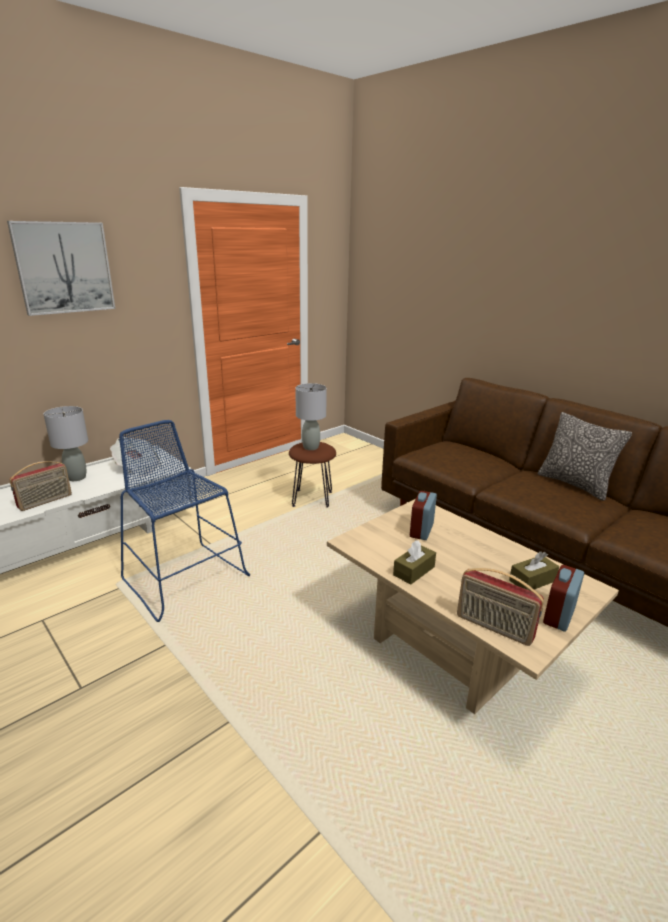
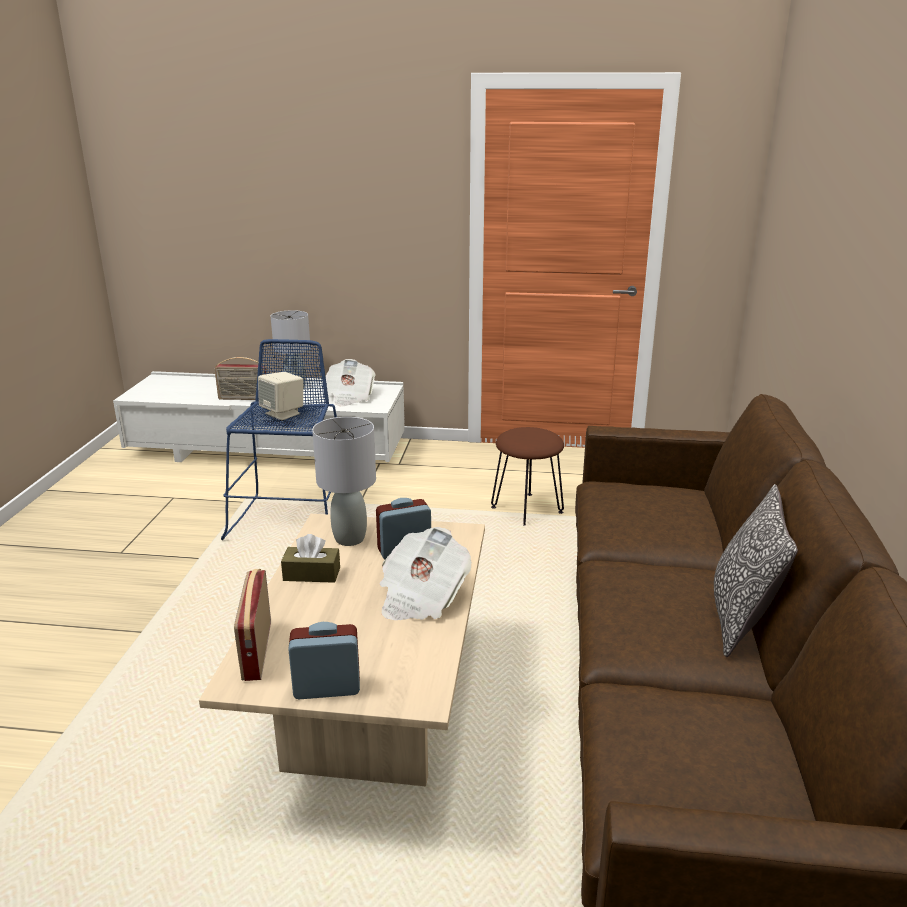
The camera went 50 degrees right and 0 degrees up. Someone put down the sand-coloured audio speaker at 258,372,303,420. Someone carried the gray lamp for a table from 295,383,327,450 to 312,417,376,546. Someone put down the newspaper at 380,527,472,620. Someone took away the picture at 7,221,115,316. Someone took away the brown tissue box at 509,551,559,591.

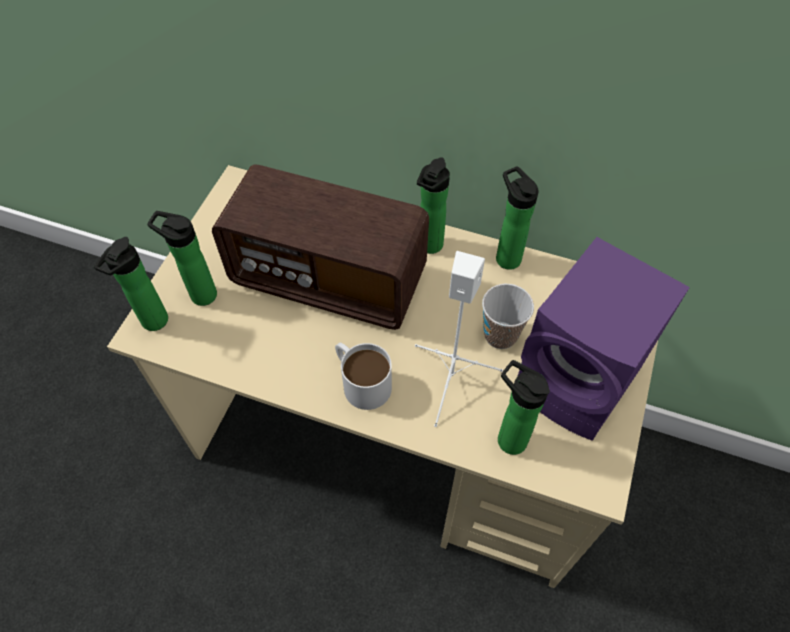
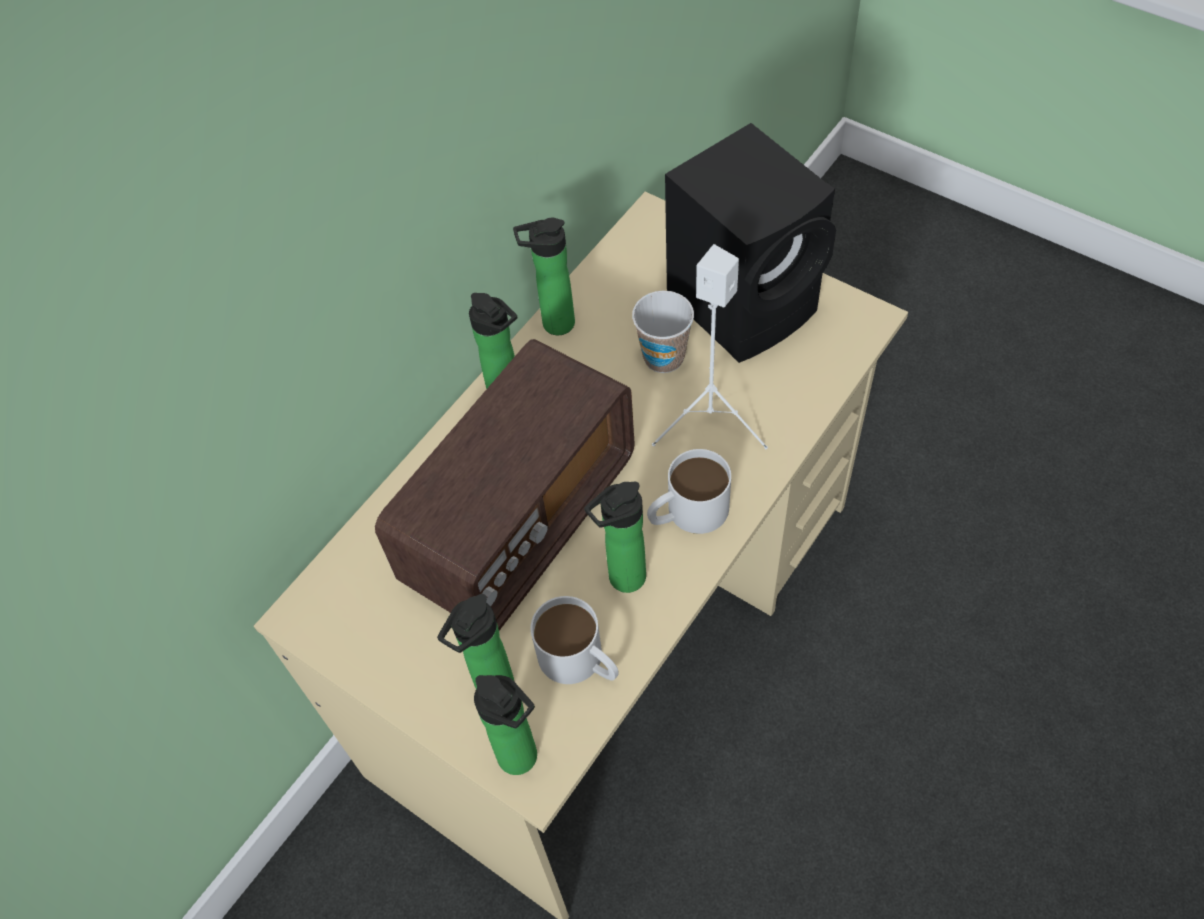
The camera went 70 degrees left and 0 degrees up. Someone put down the white-coloured coffee mug at 531,596,619,684. Someone carried the beverage bottle from 498,360,550,455 to 584,482,646,593. Someone repainted the purplish audio speaker at 517,237,690,441, which became the black audio speaker at 665,123,836,363.

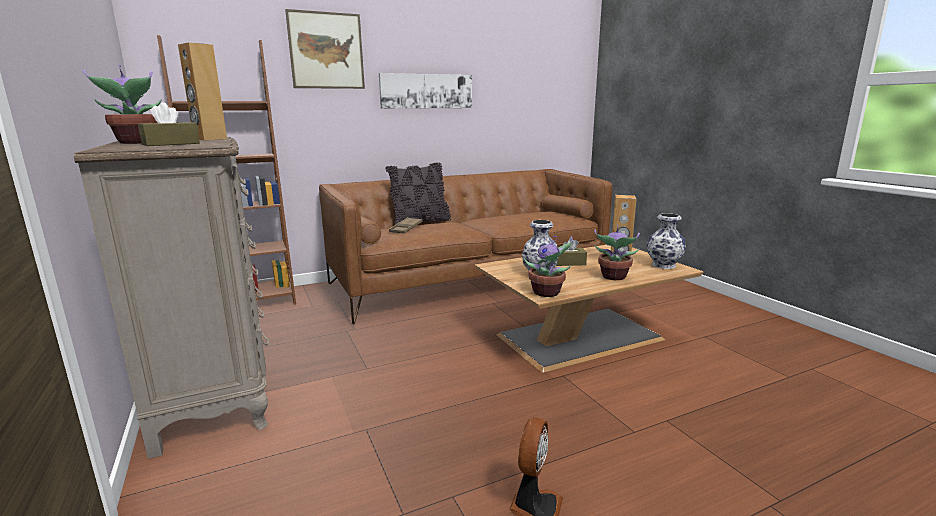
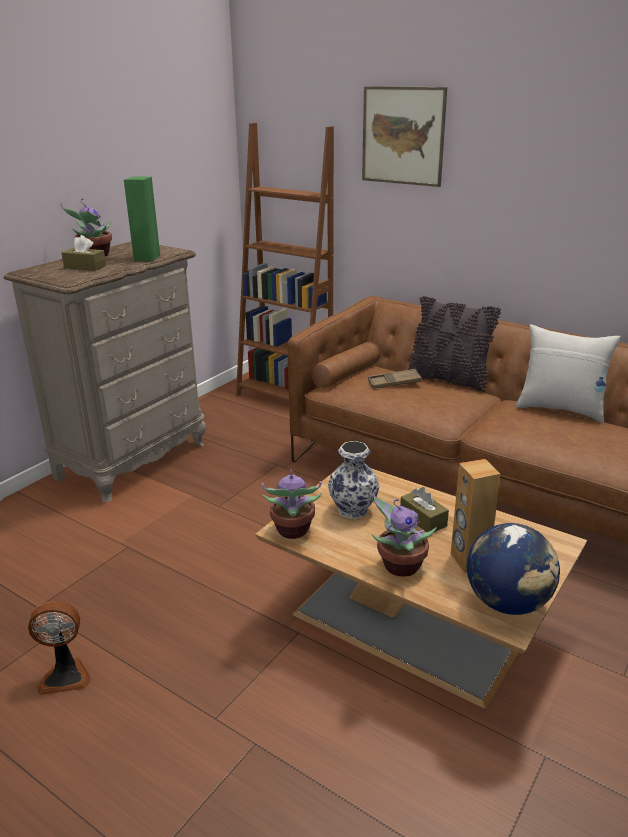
The camera went 60 degrees right and 10 degrees up. Someone repainted the brown audio speaker at 178,42,227,140, which became the greenish audio speaker at 124,176,160,261. Someone swapped the vase at 647,213,686,269 for the desk globe at 467,523,560,615. Someone put down the gray pillow at 515,324,621,423. Someone took away the picture at 379,73,472,109.

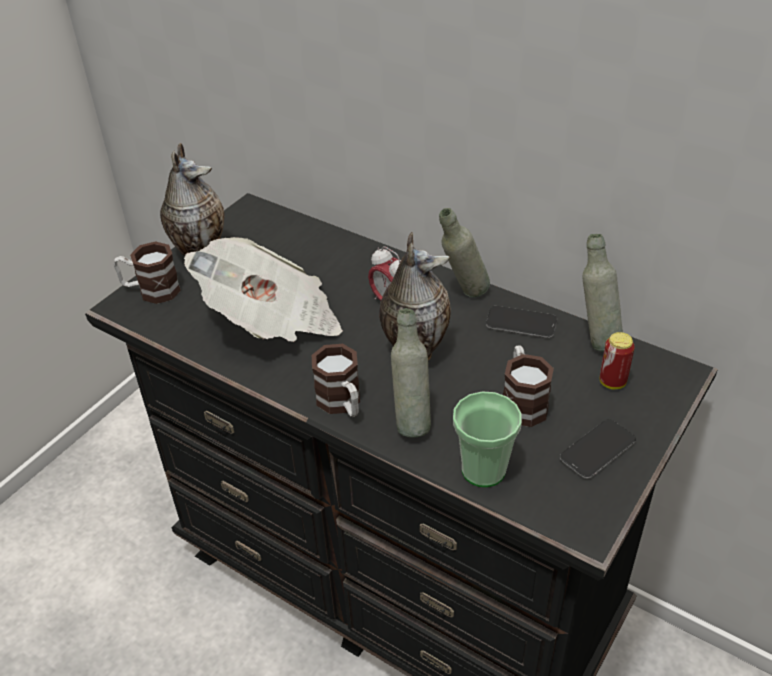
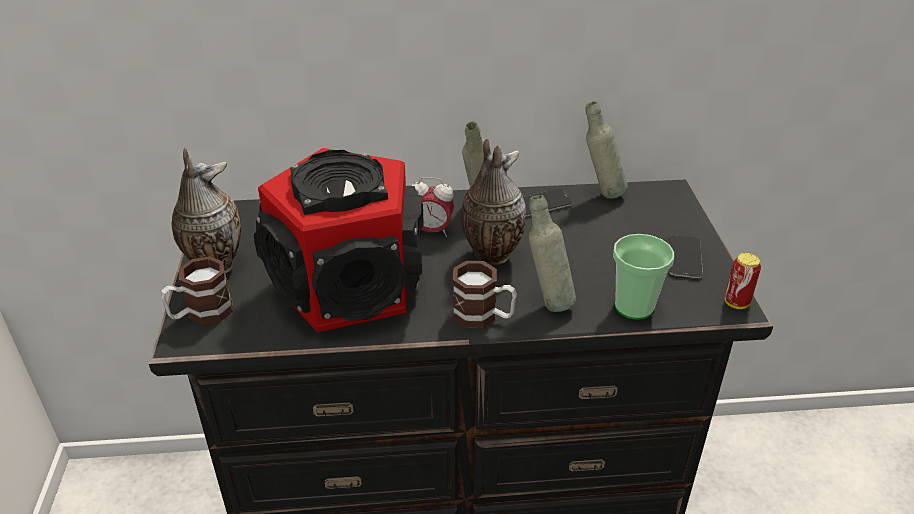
The camera went 40 degrees left and 5 degrees down. Someone swapped the newspaper at 184,237,343,342 for the audio speaker at 254,148,424,332. Someone carried the sealed can from 600,332,635,389 to 724,253,761,309. Someone took away the coffee mug at 503,345,554,427.

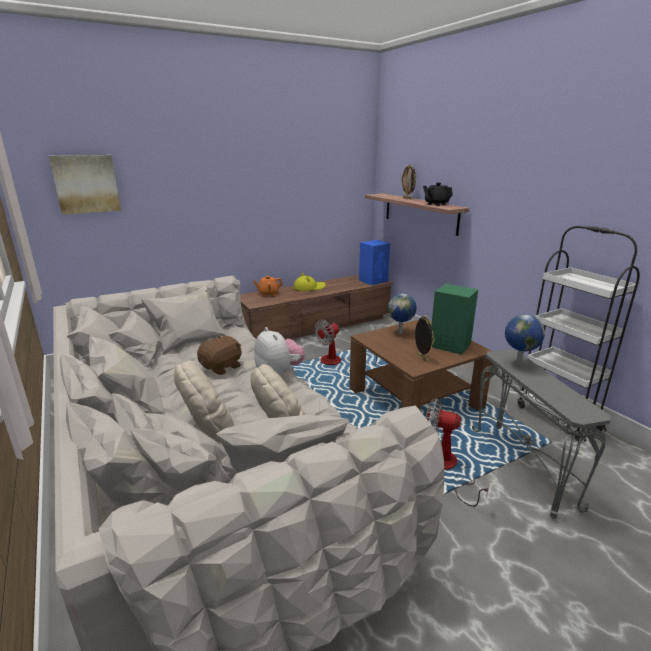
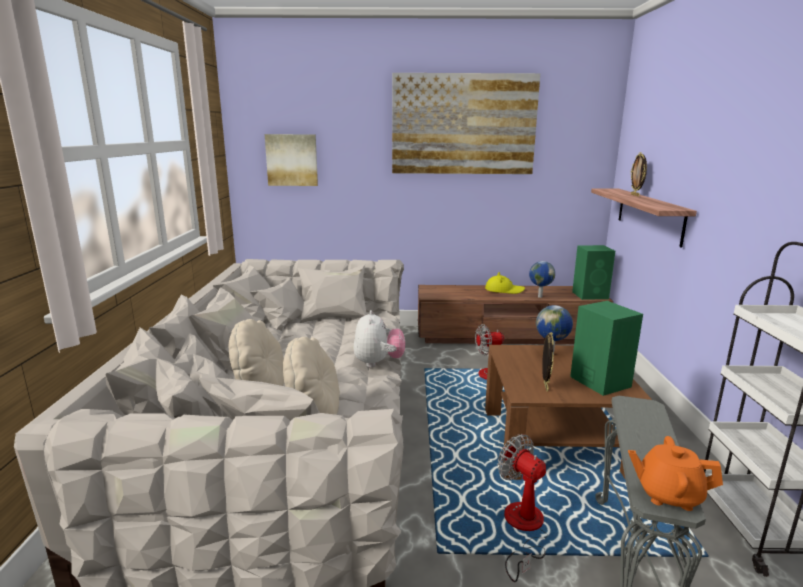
The camera went 30 degrees right and 5 degrees down. Someone put up the picture at 392,73,540,174. Someone carried the desk globe from 505,315,545,366 to 529,261,555,298. Someone repainted the blue audio speaker at 359,240,390,285, which became the greenish audio speaker at 572,245,615,300. Someone carried the orange teapot from 253,276,283,296 to 628,436,723,511. Someone took away the brown plush toy at 197,335,242,375. Someone took away the black teapot at 423,183,453,206.

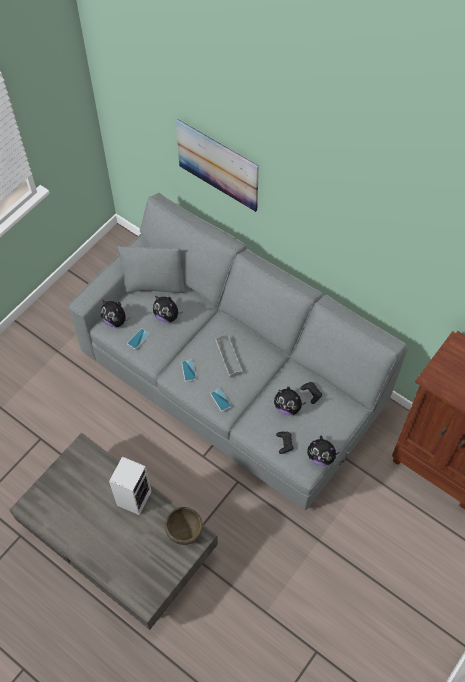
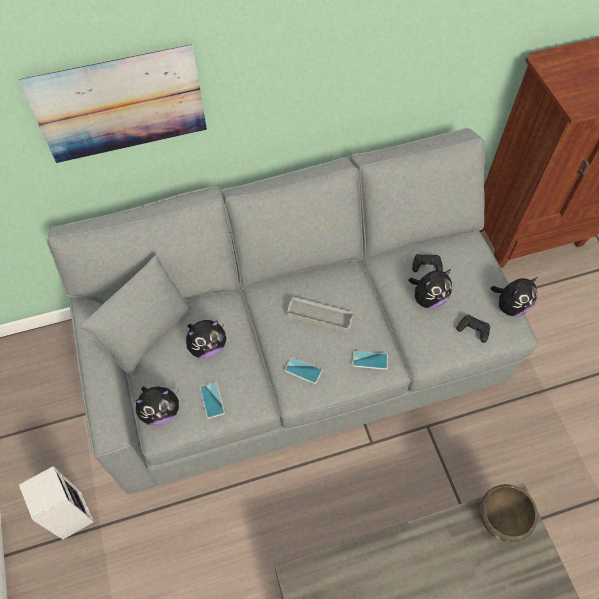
The camera went 55 degrees left and 0 degrees up. Someone carried the audio speaker from 109,457,152,515 to 19,466,94,539.

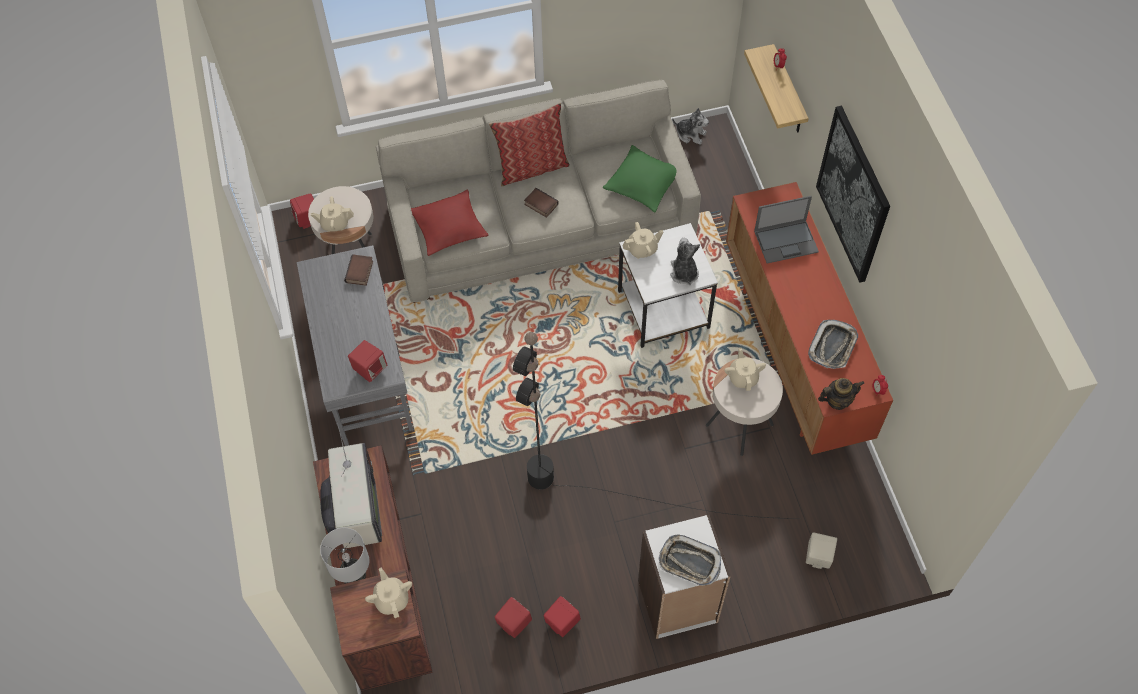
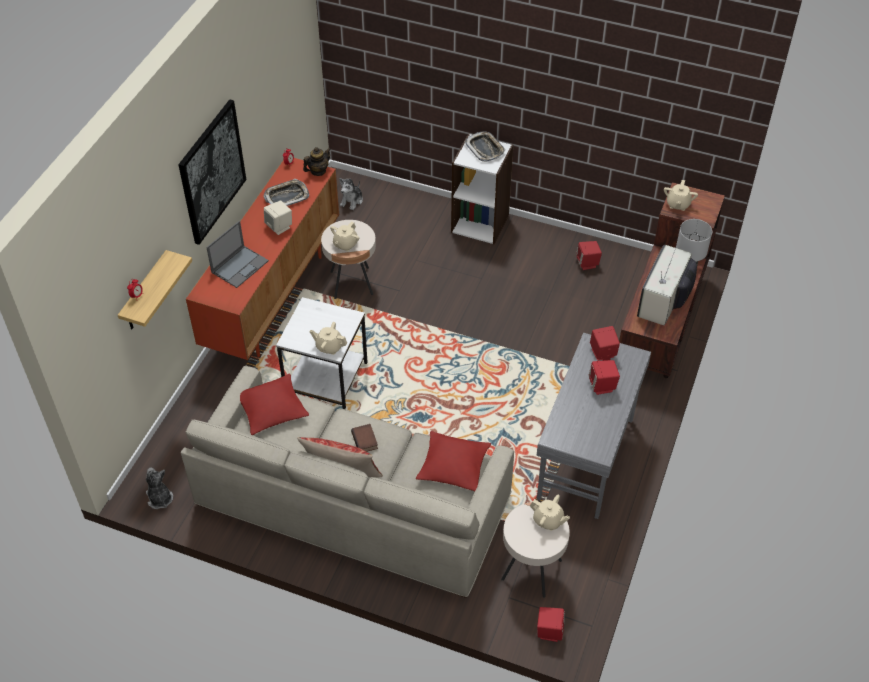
The camera went 145 degrees left and 10 degrees down. Someone rotated the portable computer at 754,196,819,263 by 105 degrees clockwise. Someone repainted the greenish pillow at 602,145,676,212, which became the reddish pillow at 240,373,309,435. Someone carried the sand-coloured audio speaker from 806,533,837,569 to 264,200,292,235. Someone rotated the teapot at 818,378,864,410 by 120 degrees clockwise. Someone carried the plush toy from 670,238,700,285 to 339,178,363,210. Someone carried the reddish audio speaker from 544,596,581,637 to 588,360,620,395. Someone took away the volume at 344,254,373,286. Someone took away the black standing lamp at 513,332,801,519.

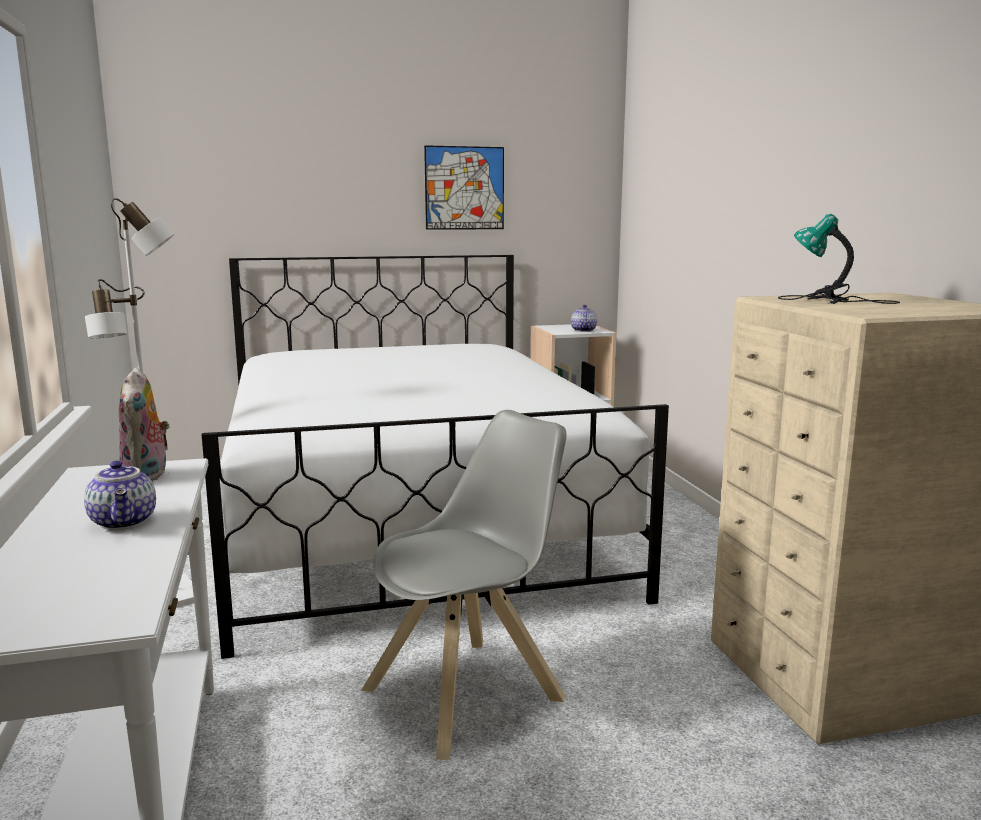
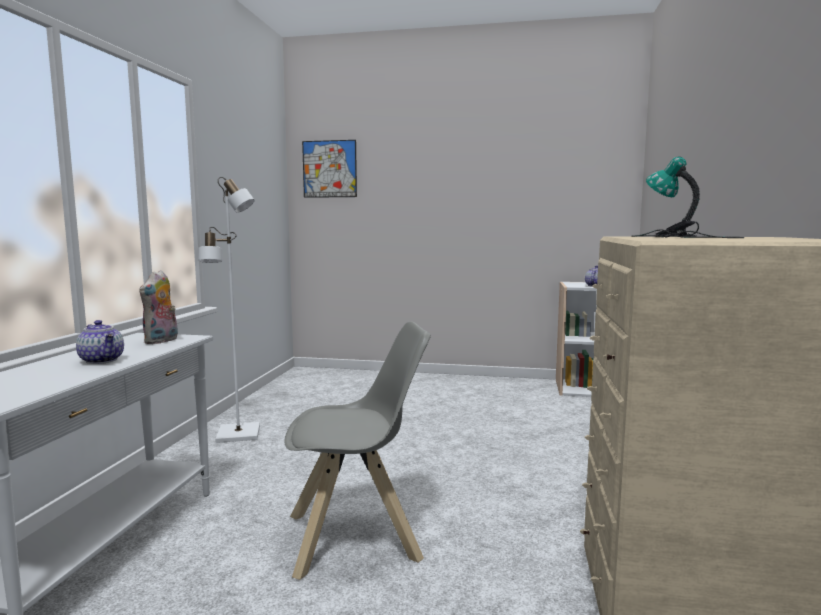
The camera went 25 degrees right and 5 degrees down. Someone rotated the teapot at 84,461,156,530 by 45 degrees counterclockwise. Someone carried the picture from 424,145,504,230 to 302,140,357,198. Someone took away the white-coloured sleeping bed at 202,255,669,659.

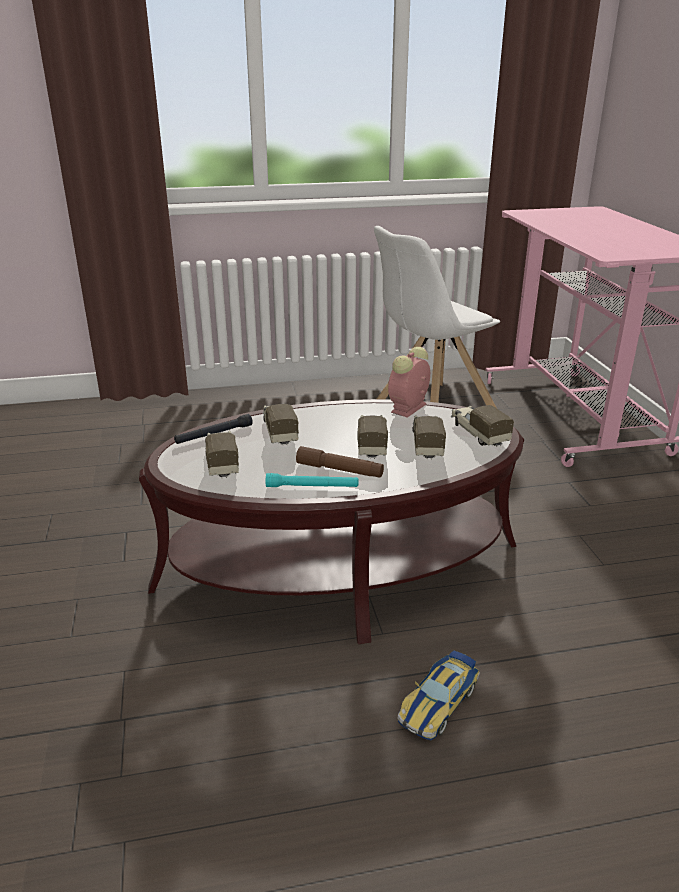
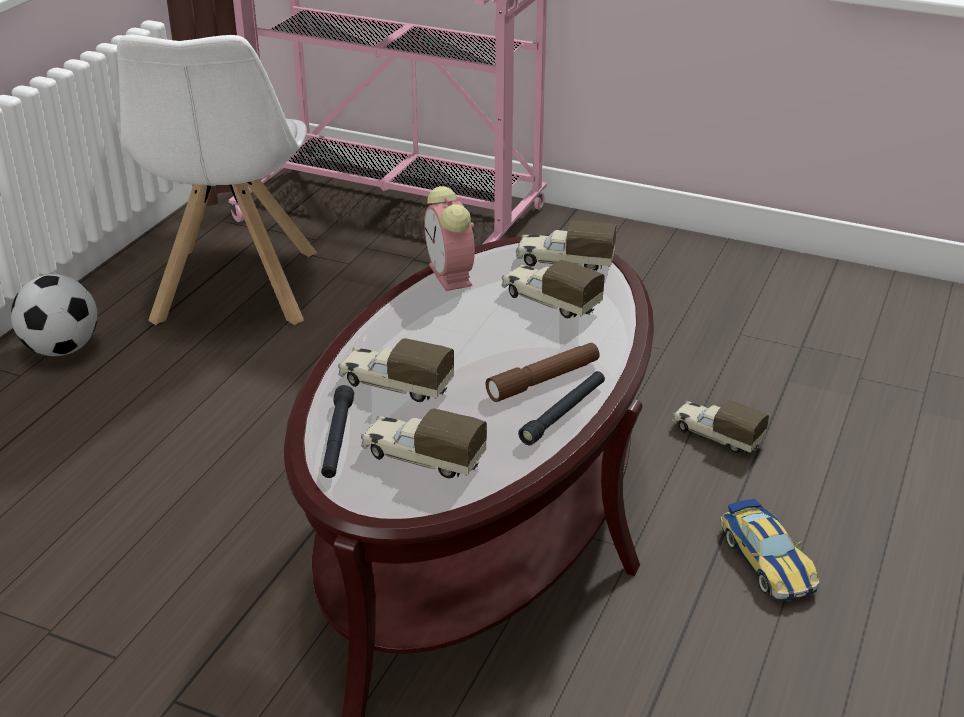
The camera went 55 degrees left and 5 degrees up. Someone put down the ball for football at 11,274,97,356. Someone repainted the turquoise-coloured torch at 265,473,358,487, which became the black torch at 518,371,605,445. Someone carried the model truck from 358,415,388,459 to 672,400,769,453.

